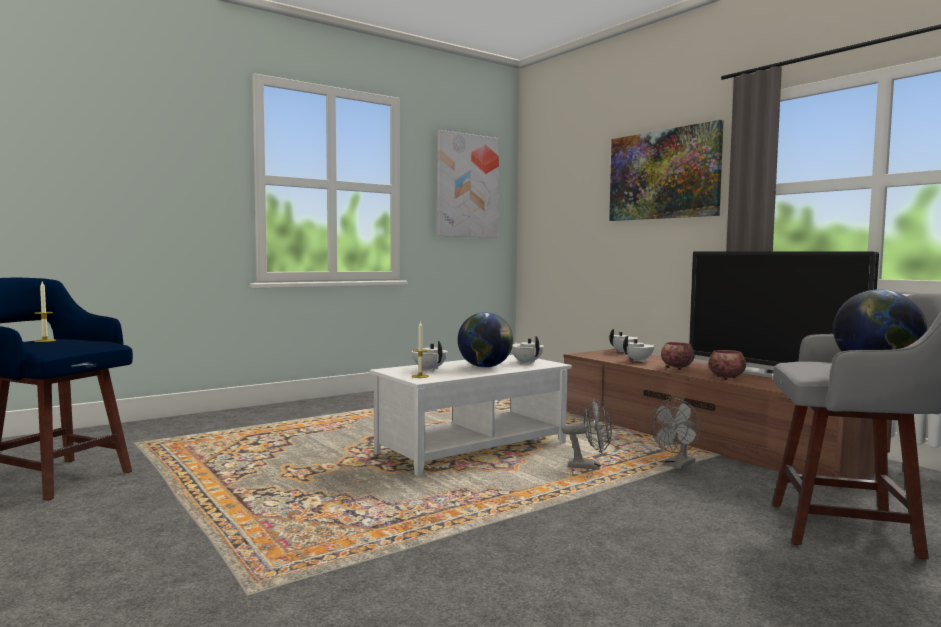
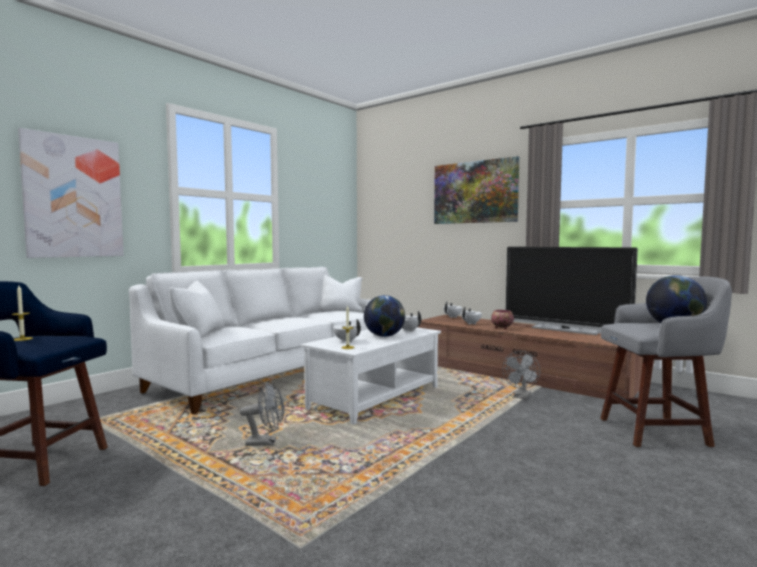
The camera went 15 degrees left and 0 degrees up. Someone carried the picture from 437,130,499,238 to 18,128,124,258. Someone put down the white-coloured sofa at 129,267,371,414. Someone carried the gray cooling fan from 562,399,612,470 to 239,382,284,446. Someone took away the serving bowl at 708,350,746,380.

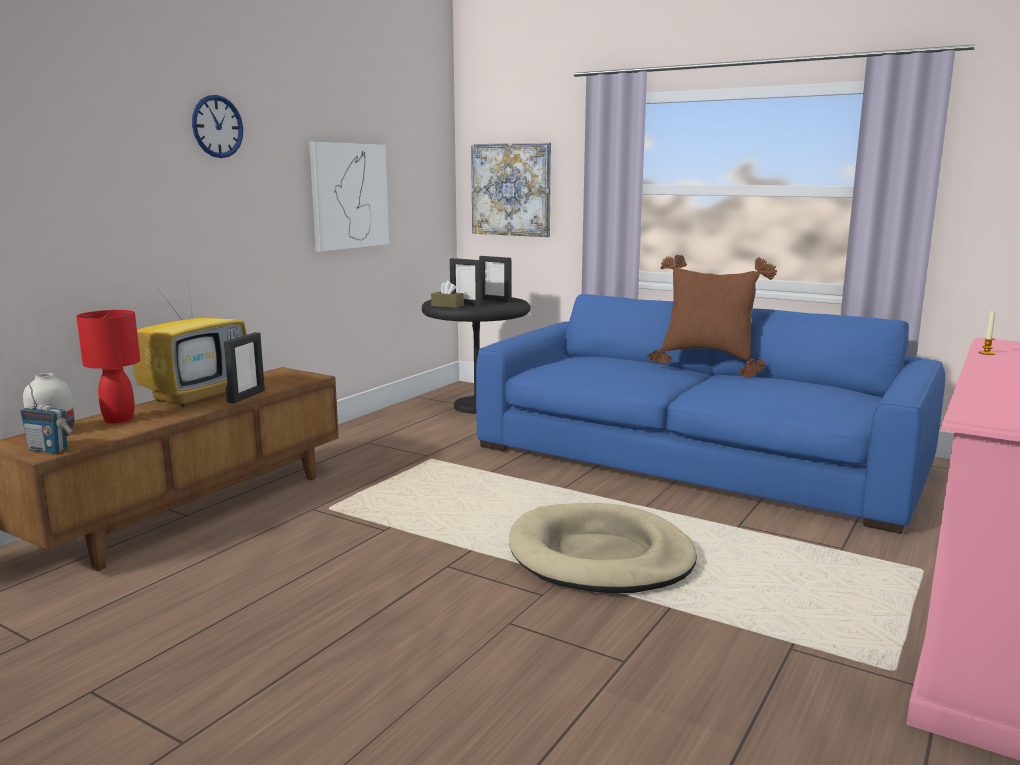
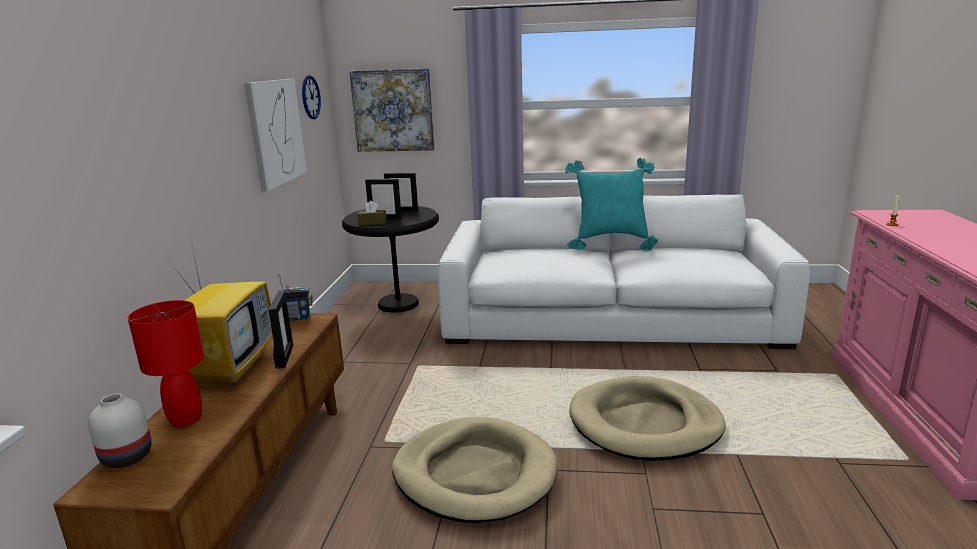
The camera went 25 degrees left and 5 degrees up. Someone carried the radio set from 20,384,73,453 to 278,274,313,321. Someone carried the hanging clock from 192,95,243,158 to 302,75,321,119. Someone put down the sand-coloured dog bed at 392,417,558,523. Someone repainted the blue sofa at 476,294,945,534, which became the white-coloured sofa at 438,195,810,349. Someone repainted the brown pillow at 646,255,777,378, which became the turquoise-coloured pillow at 565,158,658,251.

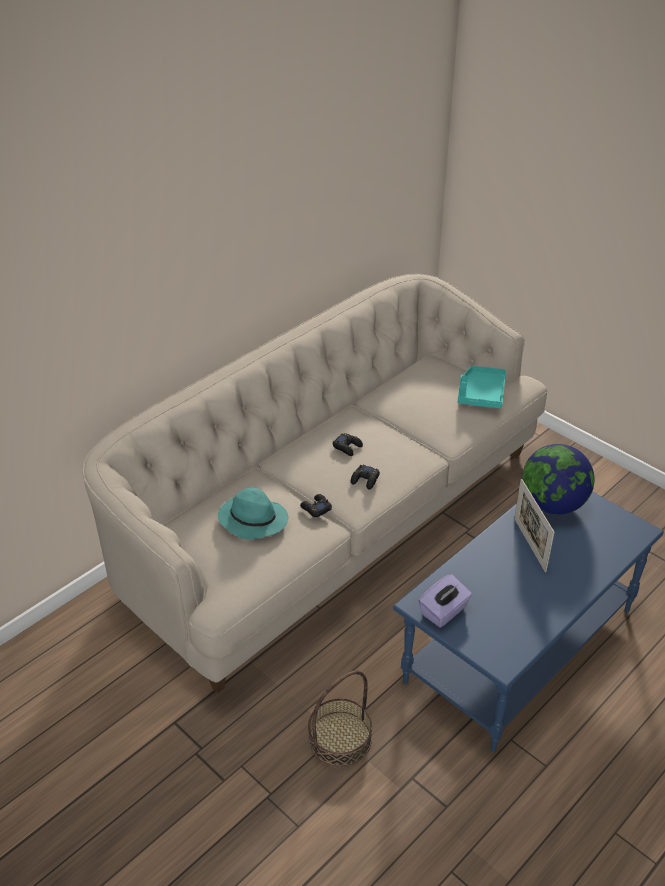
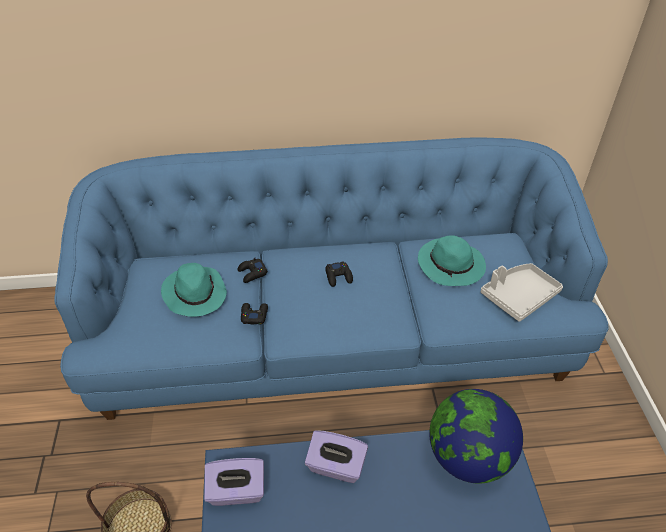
The camera went 40 degrees right and 5 degrees up. Someone repainted the sand-coloured sofa at 82,273,548,693, which became the blue sofa at 54,138,609,420. Someone carried the black gamepad from 351,465,380,490 to 238,258,268,283. Someone put down the purplish tissue box at 305,430,368,483. Someone put down the turquoise-coloured clothing hat at 418,235,486,286. Someone repainted the turquoise-coloured serving tray at 458,366,506,408, which became the gray serving tray at 481,263,563,322. Someone took away the photo frame at 514,479,555,572.

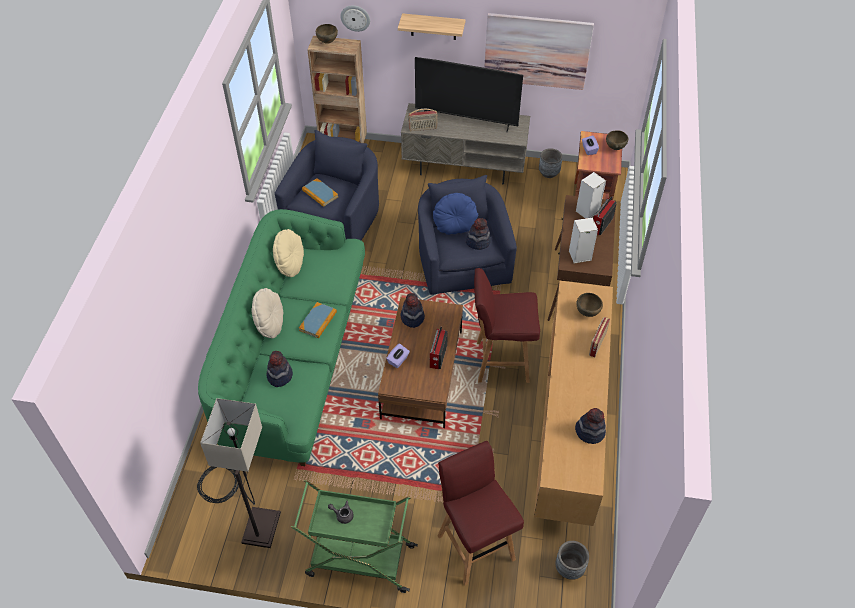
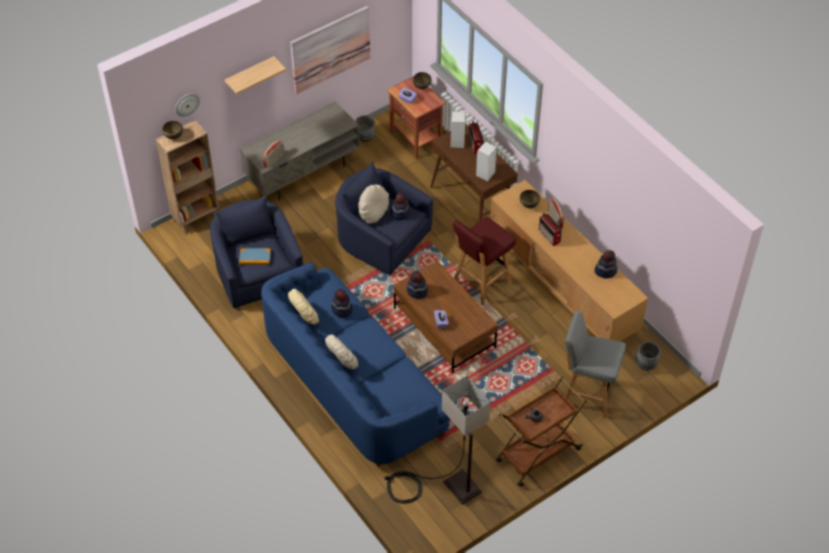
The camera went 45 degrees left and 0 degrees up. Someone repainted the greenish sofa at 198,209,365,466, which became the blue sofa at 261,262,451,467. Someone carried the clothing hat from 266,351,293,387 to 331,289,353,318. Someone repainted the blue pillow at 433,193,478,235, which became the sand-coloured pillow at 358,184,389,224. Someone repainted the greenish trolley at 291,480,418,593, which became the brown trolley at 496,375,587,487. Someone carried the radio set from 429,327,448,369 to 539,213,562,246. Someone repainted the reddish sitting stool at 437,441,524,585, which became the gray sitting stool at 565,311,626,419. Someone took away the volume at 299,302,337,338. Someone took away the television at 415,57,523,132.

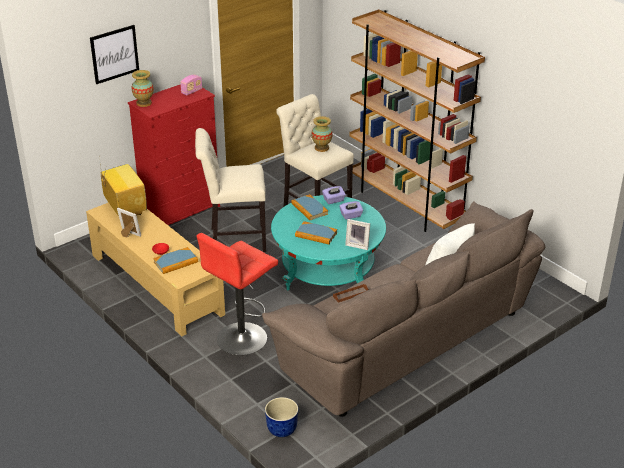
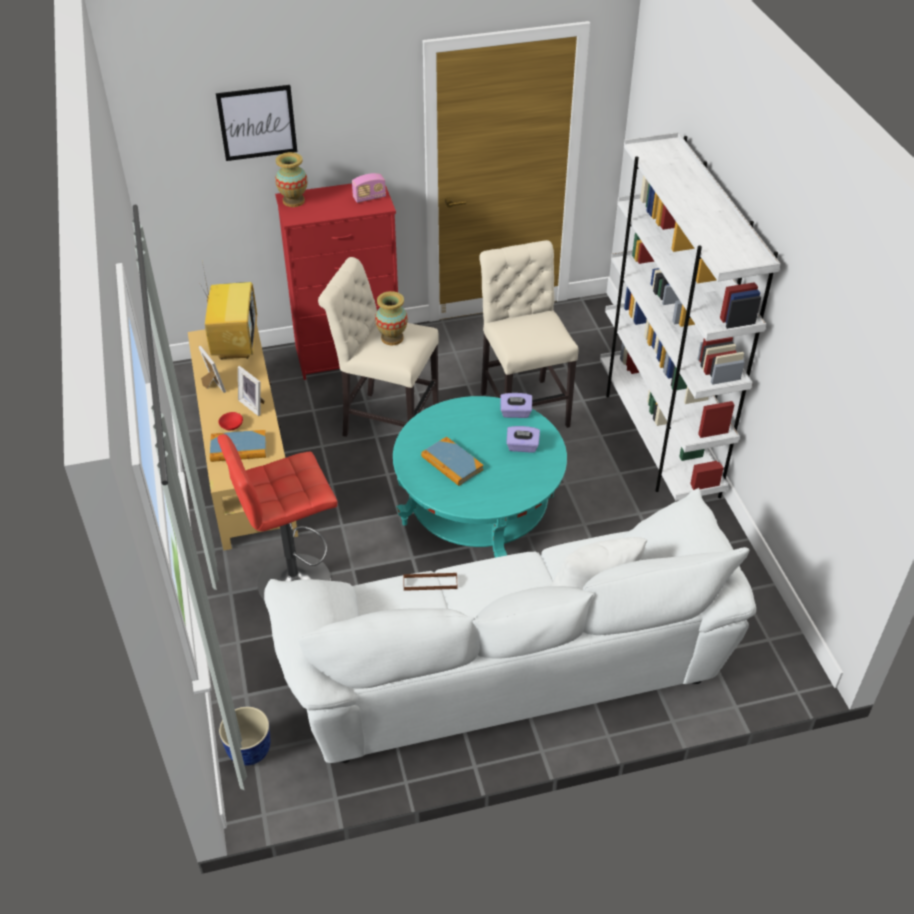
The camera went 25 degrees right and 10 degrees up. Someone carried the photo frame from 345,219,370,250 to 238,366,264,416. Someone repainted the brown sofa at 262,201,545,417, which became the white-coloured sofa at 264,488,756,763. Someone carried the vase from 312,116,332,152 to 375,291,408,345. Someone repainted the brown shelving unit at 349,9,485,232, which became the white-coloured shelving unit at 600,132,781,501. Someone took away the volume at 291,194,328,220.

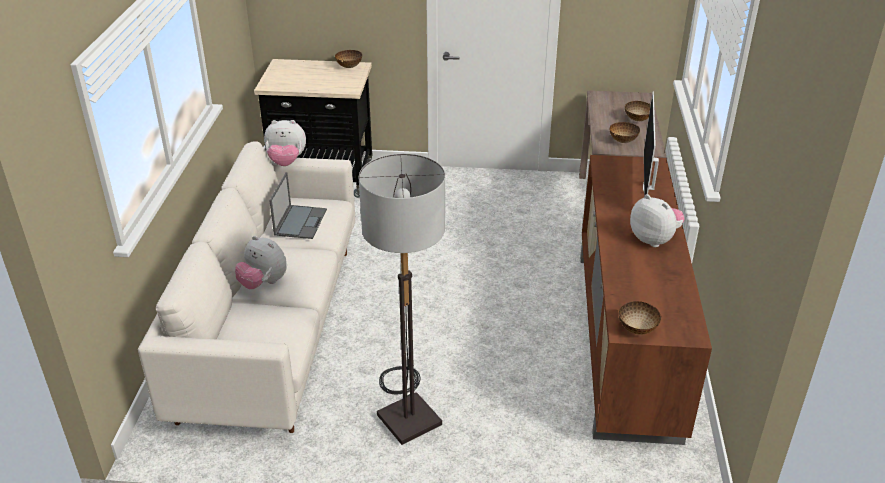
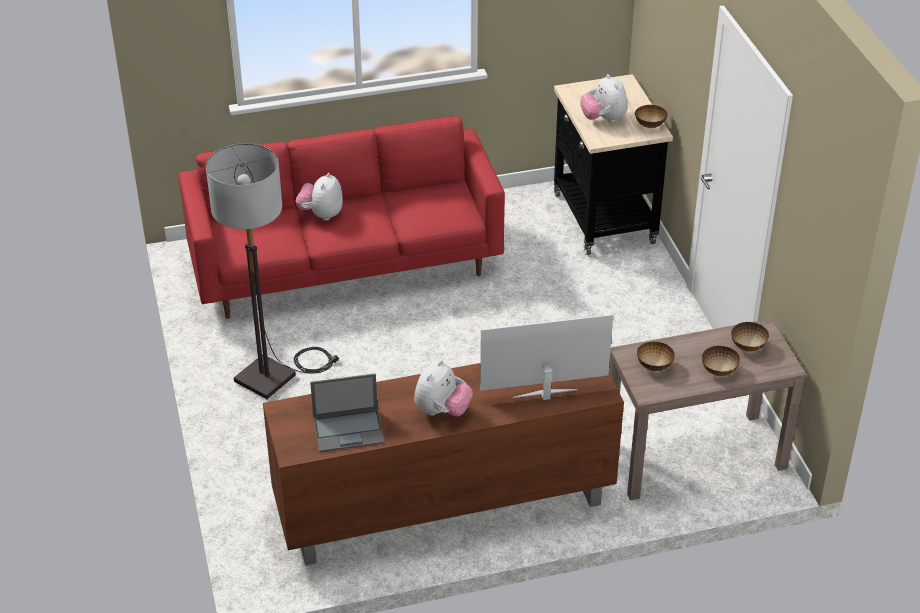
The camera went 70 degrees right and 5 degrees up. Someone repainted the white-coloured sofa at 138,141,355,433, which became the reddish sofa at 178,116,505,319. Someone carried the portable computer from 269,172,327,239 to 310,373,385,452. Someone carried the plush toy from 264,120,306,166 to 580,74,628,122. Someone carried the serving bowl from 619,301,662,335 to 731,322,769,352.

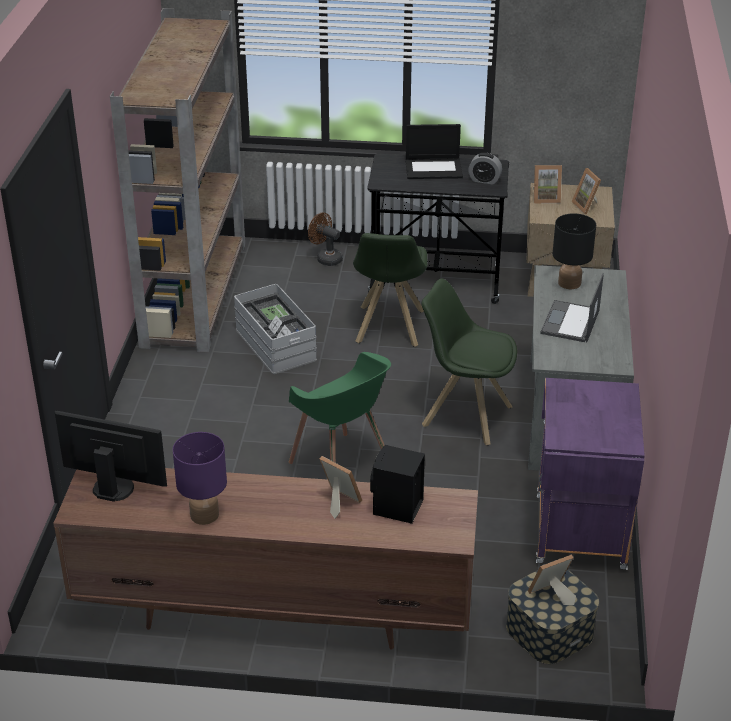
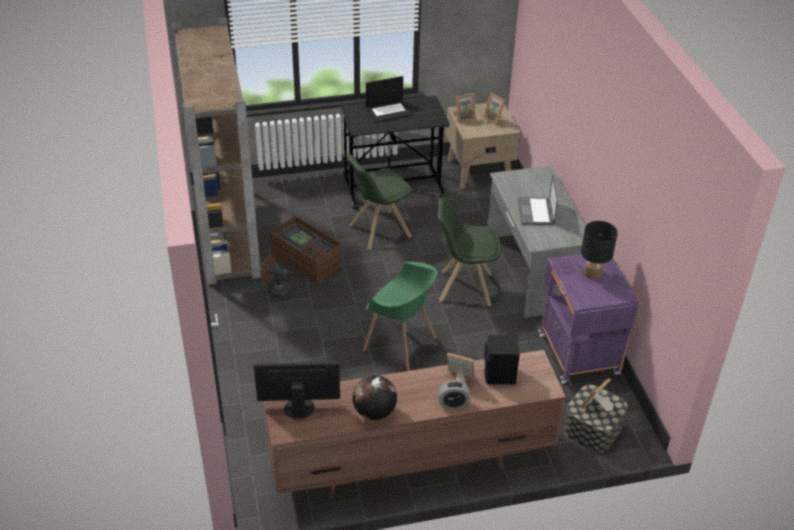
The camera went 20 degrees left and 5 degrees up. Someone carried the brown cooling fan from 308,212,343,266 to 260,256,290,298. Someone repainted the gray storage bin at 234,284,317,374, which became the brown storage bin at 270,216,342,285. Someone rotated the greenish chair at 353,233,427,347 by 75 degrees clockwise. Someone swapped the purplish lamp for a table at 173,432,227,525 for the desk globe at 353,375,397,420. Someone carried the table clock from 468,153,502,185 to 438,381,470,408. Someone carried the black lamp for a table from 553,213,596,289 to 581,221,618,279.

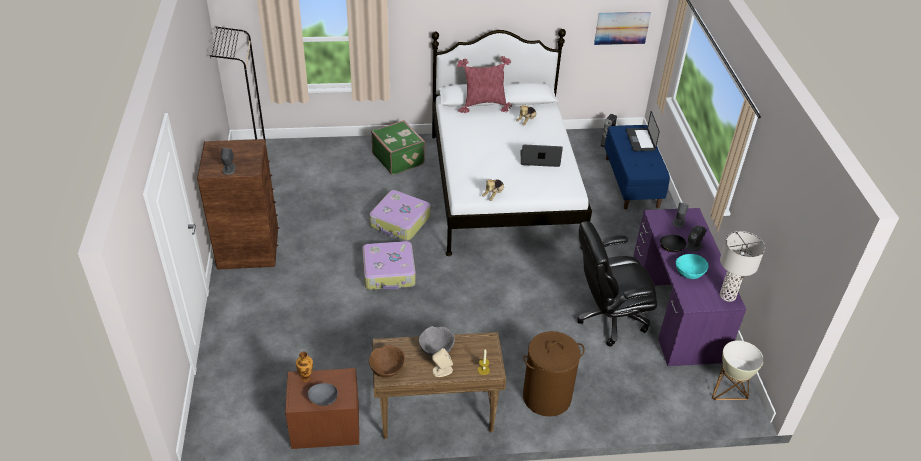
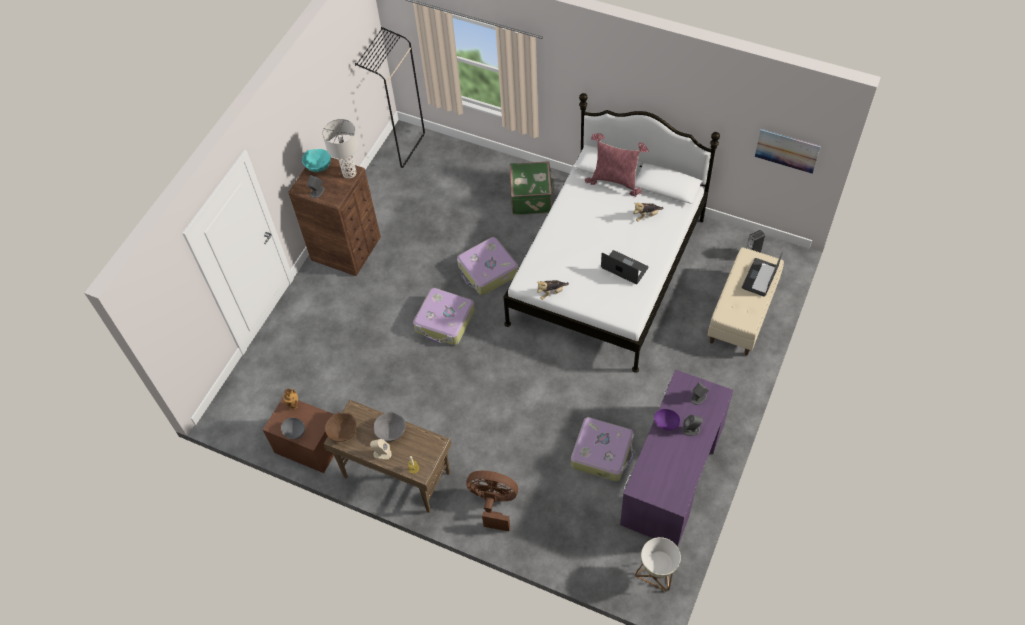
The camera went 35 degrees right and 15 degrees up. Someone carried the turquoise-coloured serving bowl from 676,254,709,279 to 302,149,331,172. Someone carried the white-coloured lamp for a table from 720,231,765,302 to 322,119,359,178. Someone swapped the brown laundry basket at 523,331,585,417 for the brown cooling fan at 466,471,518,531. Someone swapped the black desk chair at 577,221,657,346 for the travel case at 571,417,635,481. Someone repainted the black serving bowl at 660,235,686,252, which became the purplish serving bowl at 654,409,680,431. Someone repainted the blue long seat at 604,125,670,209, which became the sand-coloured long seat at 708,247,784,356.

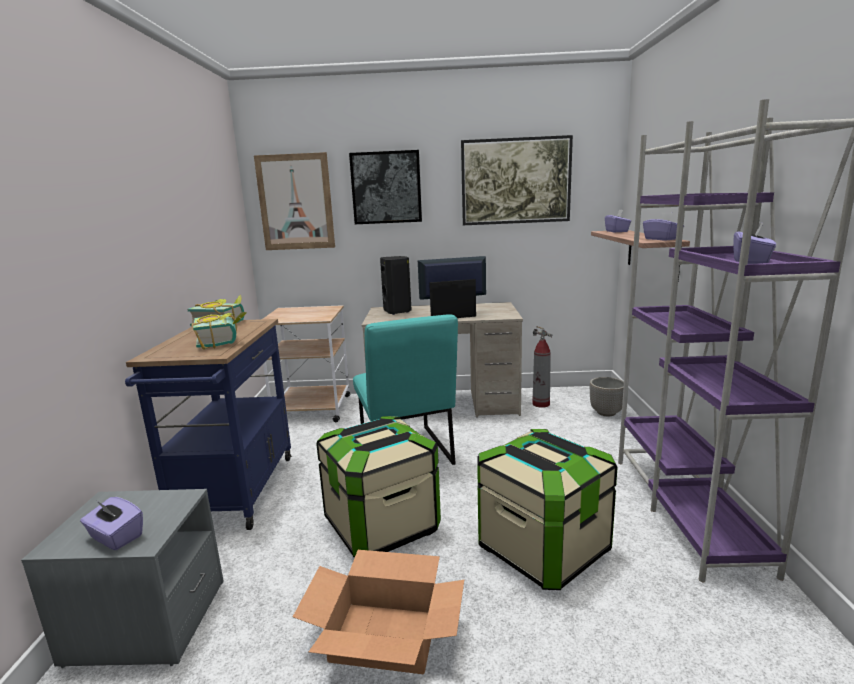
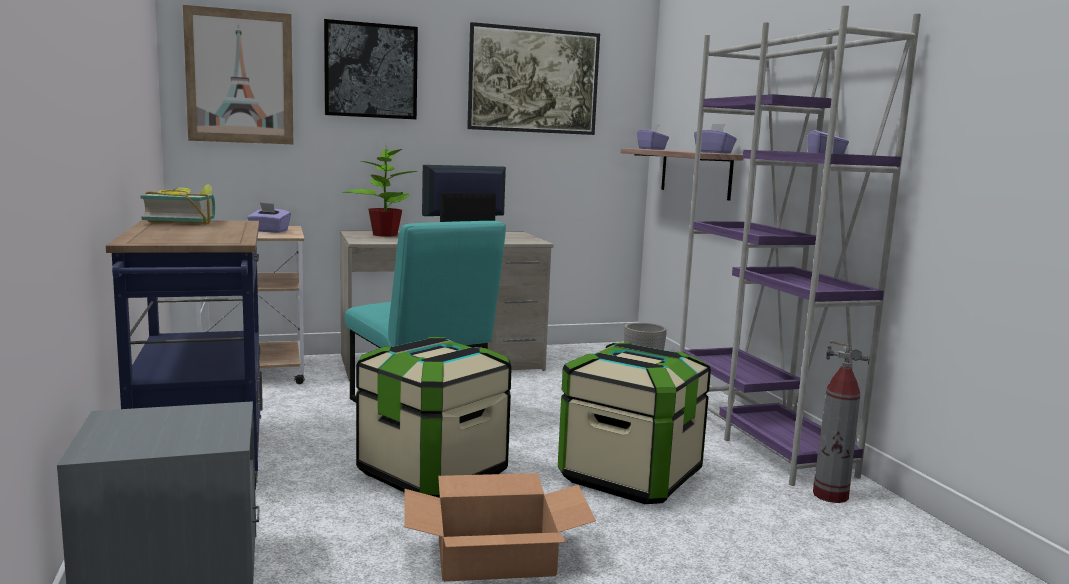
The camera went 20 degrees left and 5 degrees down. Someone carried the purplish tissue box from 80,497,143,550 to 247,203,291,233. Someone swapped the black audio speaker at 380,256,412,315 for the plant in a pot at 342,149,418,237. Someone carried the extinguisher from 532,326,552,408 to 813,340,870,503. Someone took away the volume at 192,312,247,350.

